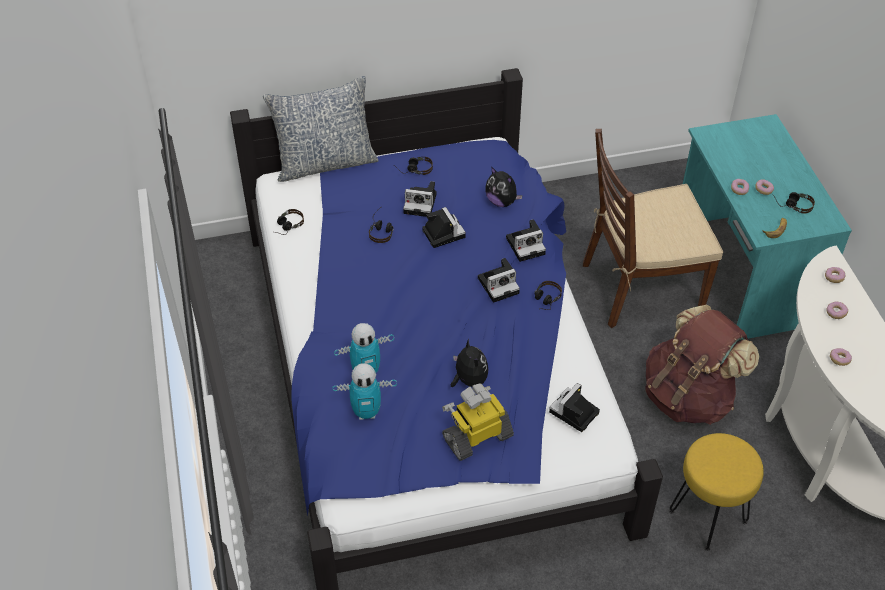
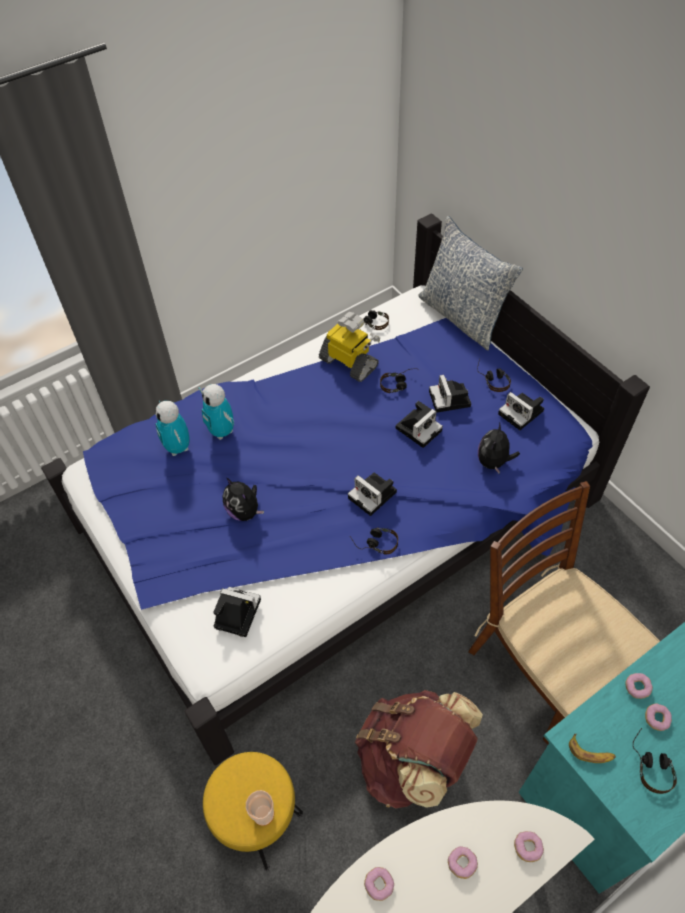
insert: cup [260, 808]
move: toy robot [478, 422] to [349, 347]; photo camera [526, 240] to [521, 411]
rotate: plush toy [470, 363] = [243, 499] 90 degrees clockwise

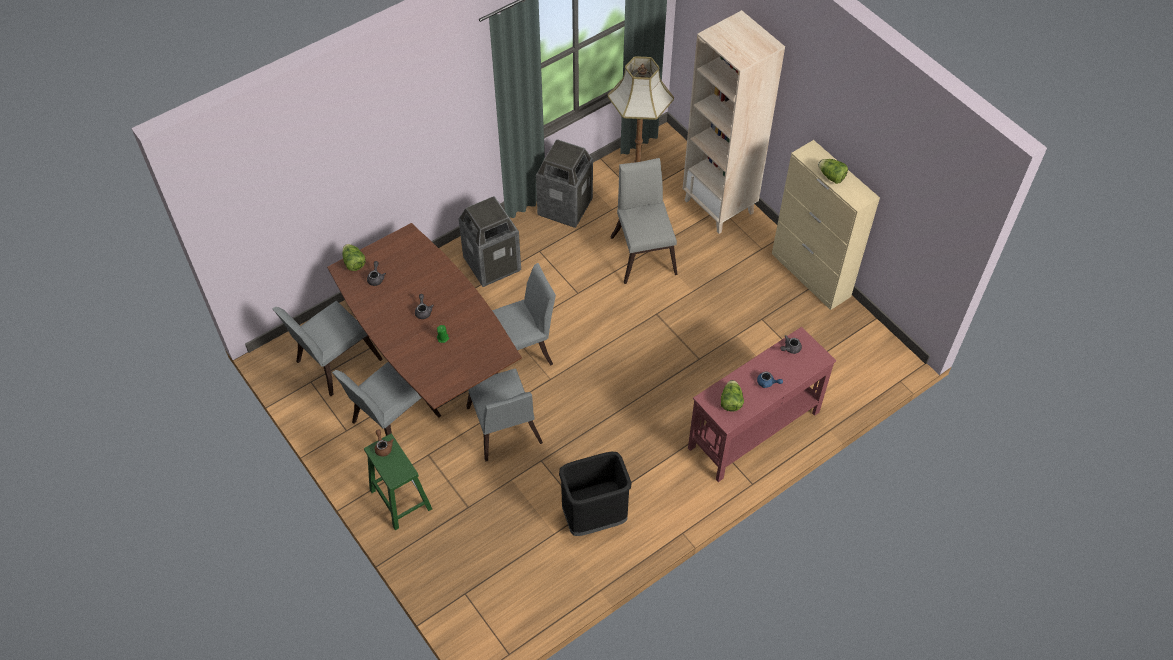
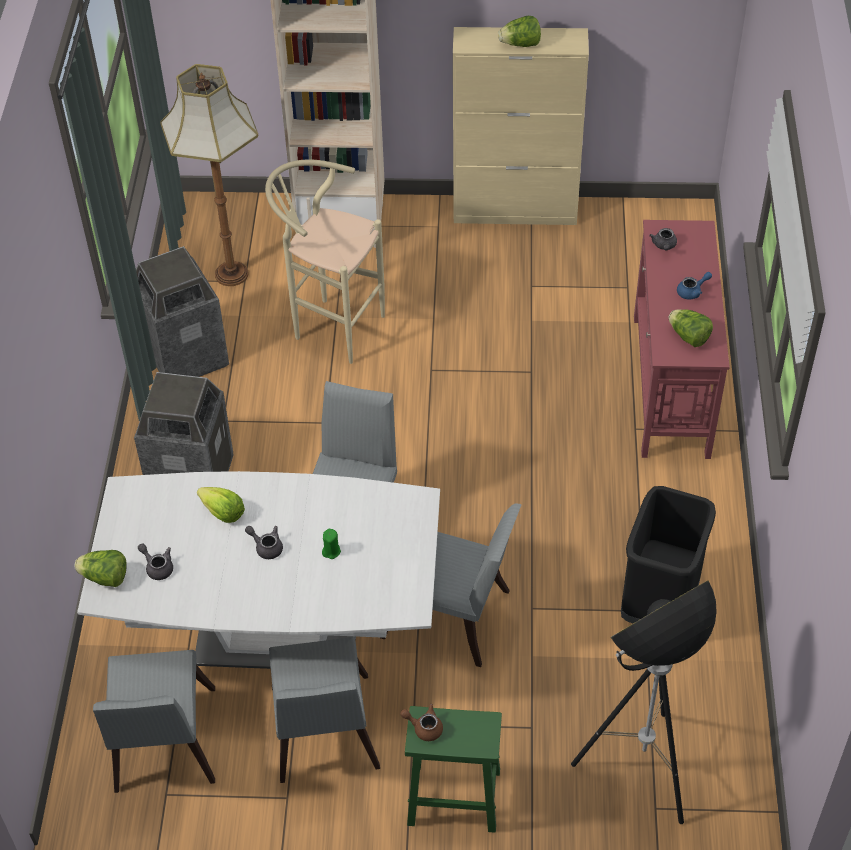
insert: lettuce [221, 505]; floor lamp [644, 702]
replace: chair (grey) [644, 221] to stool (beige) [325, 261]
recolor: dining table (brown) [424, 316] to dining table (white) [258, 570]

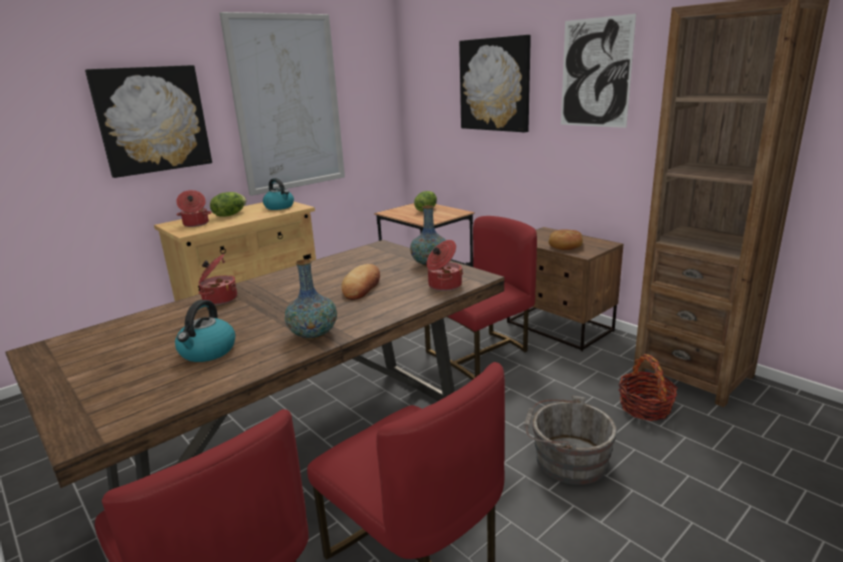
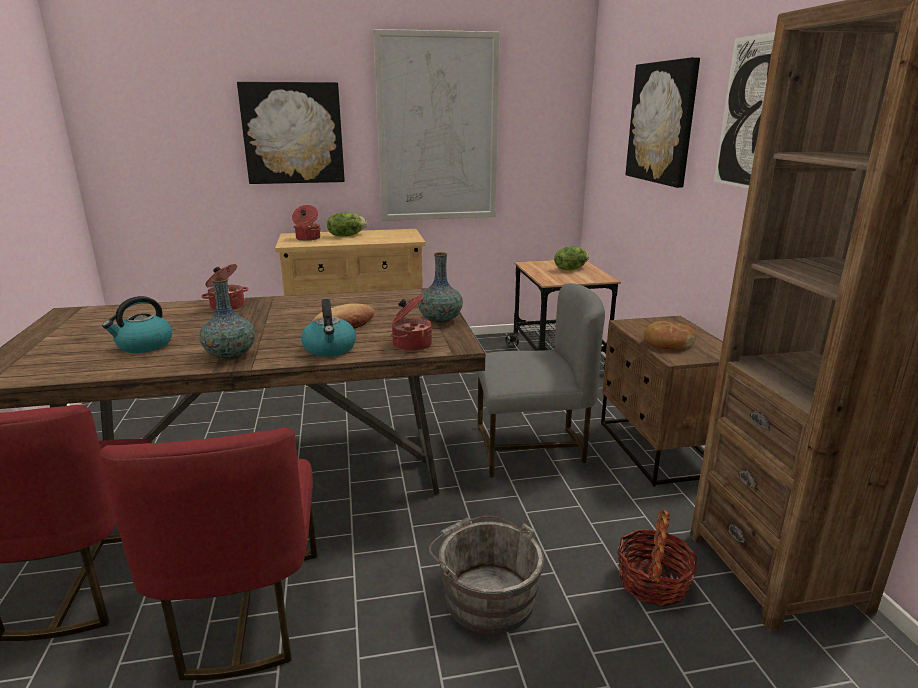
move: kettle [278, 194] to [328, 328]
recolor: chair (red) [481, 298] to chair (grey) [540, 380]

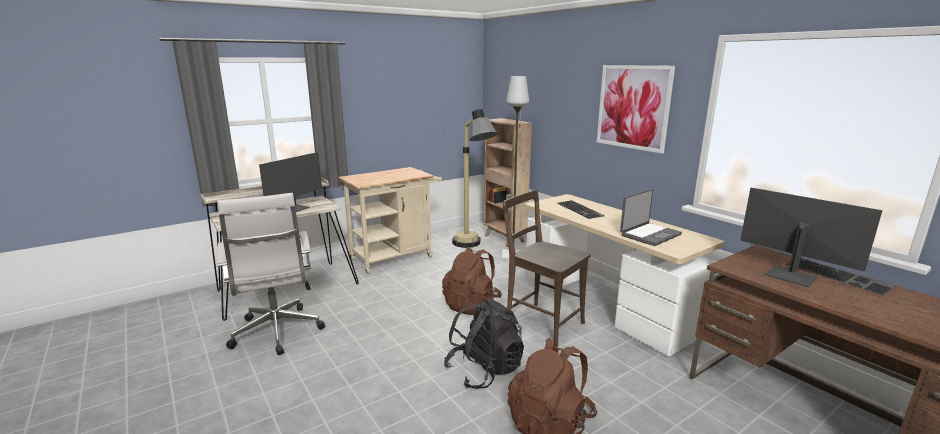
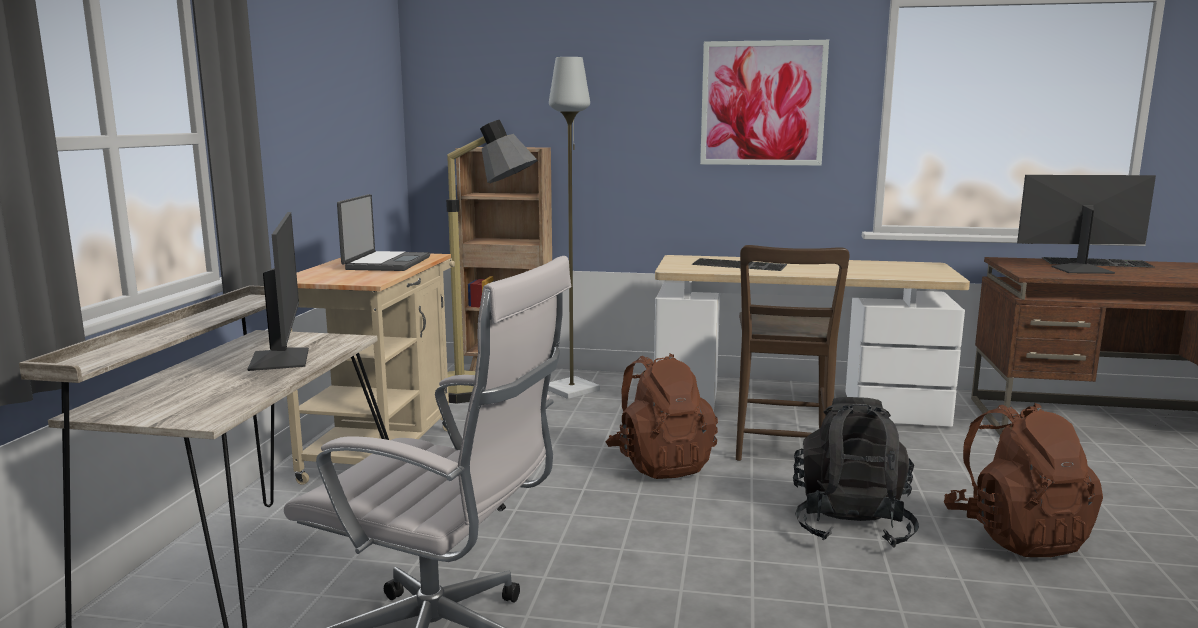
move: laptop [651, 217] to [383, 232]
rotate: chair (brown) [547, 268] = [793, 353] 75 degrees counterclockwise

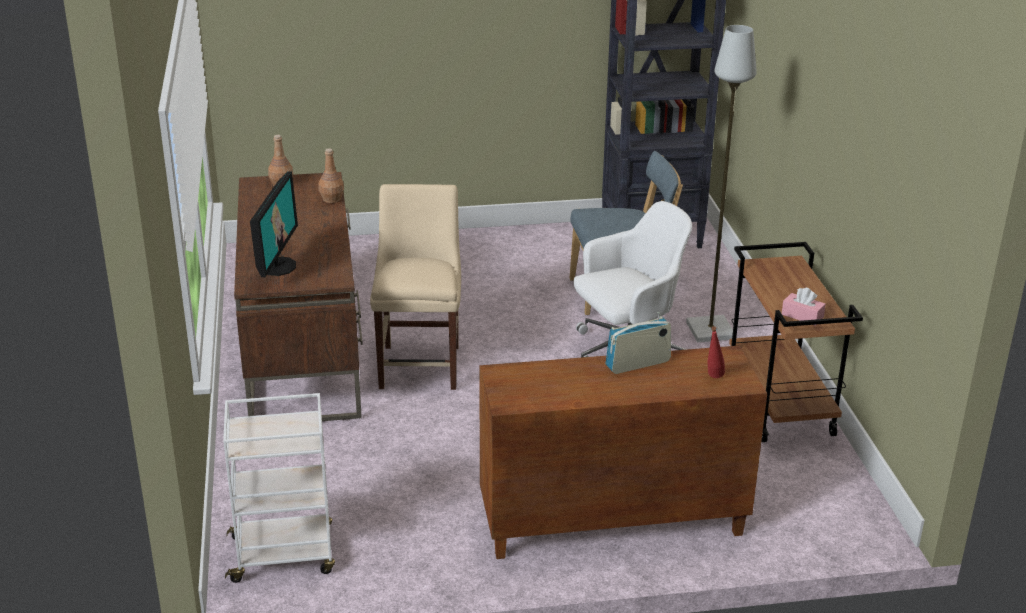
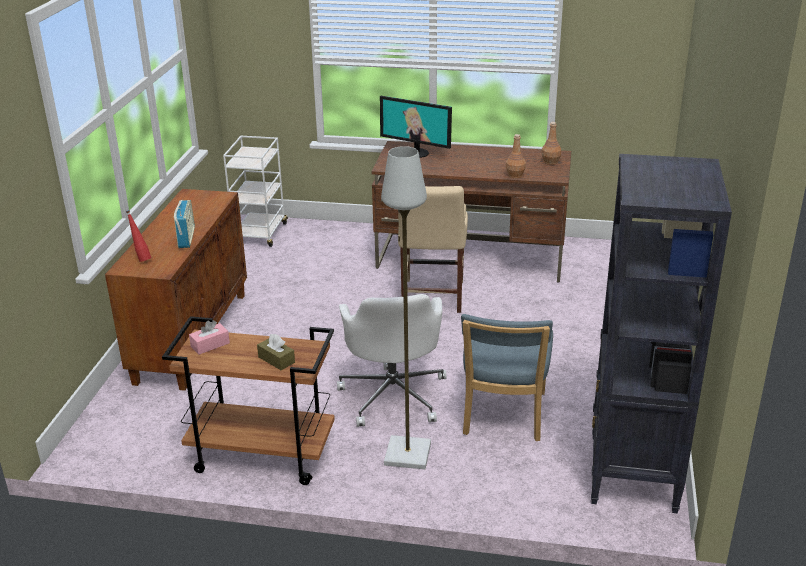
insert: tissue box (brown) [276, 352]
rotate: chair (beige) [415, 287] = [433, 249] 75 degrees clockwise

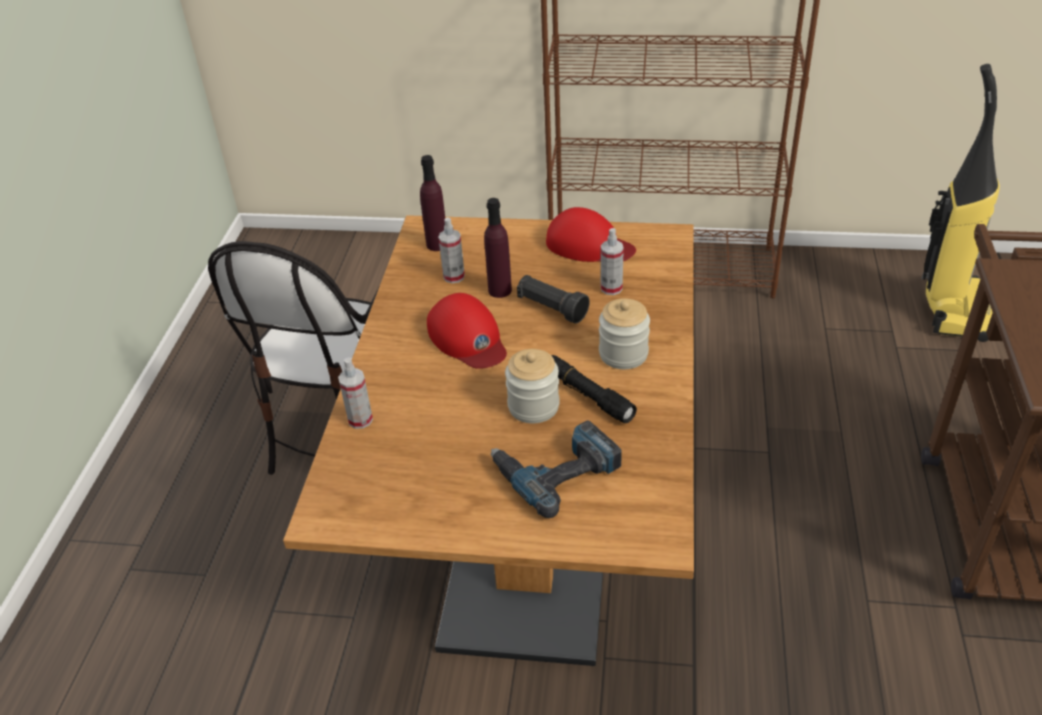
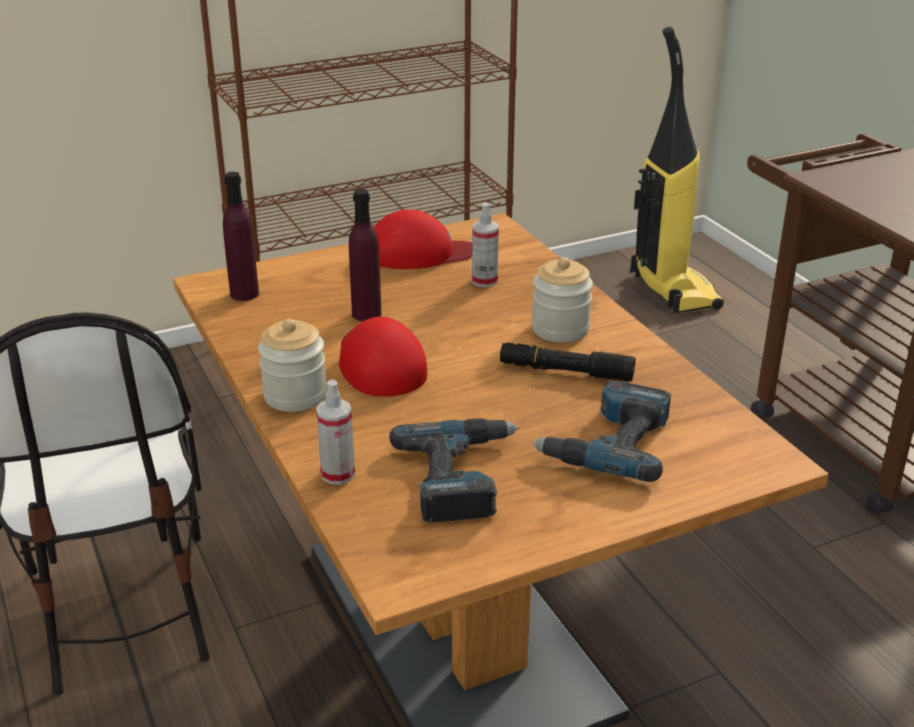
delete: spray bottle [451, 250]; flashlight (black) [553, 299]
insert: power drill [454, 470]
move: jar [532, 386] to [292, 365]
rotate: cap (red) [467, 331] = [383, 357] 135 degrees counterclockwise

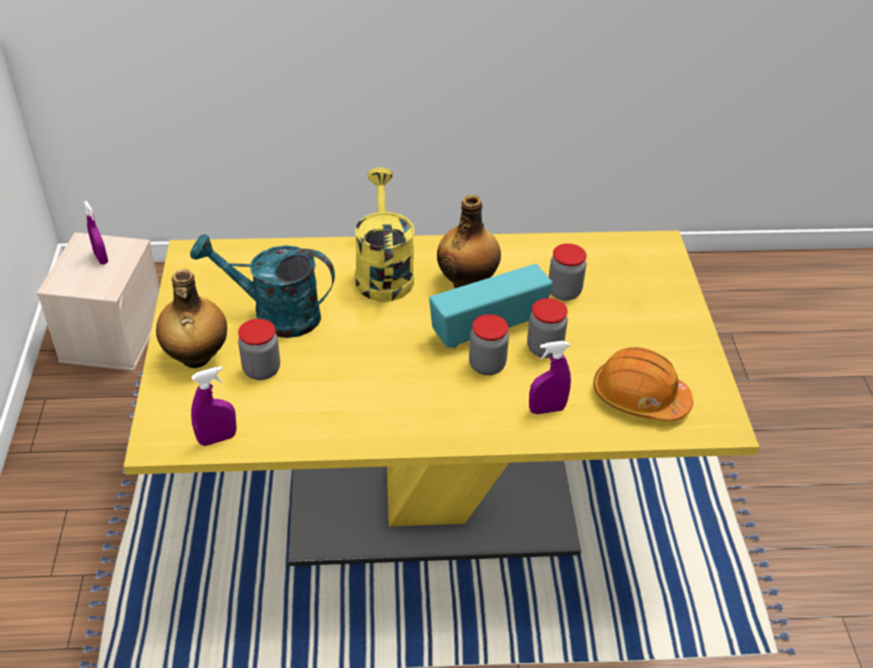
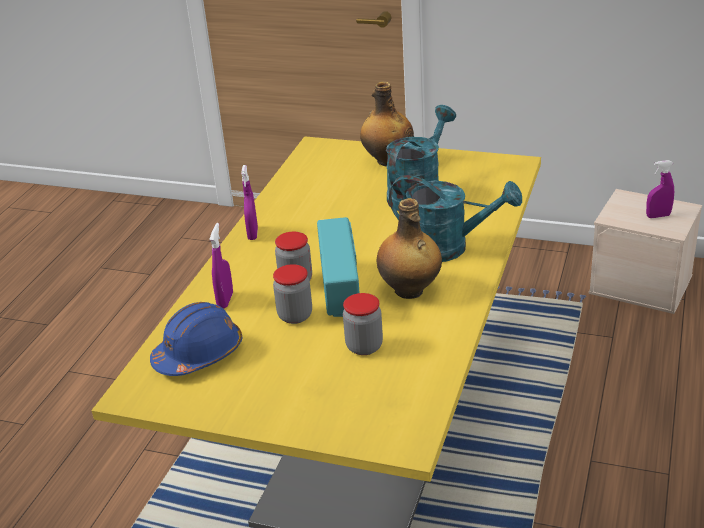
delete: jar [259, 349]
move: spray bottle (purple) [214, 406] to [249, 202]
recolor: hard hat (orange) [643, 384] to hard hat (blue) [196, 339]; watering can (yellow) [385, 235] to watering can (turquoise) [455, 218]

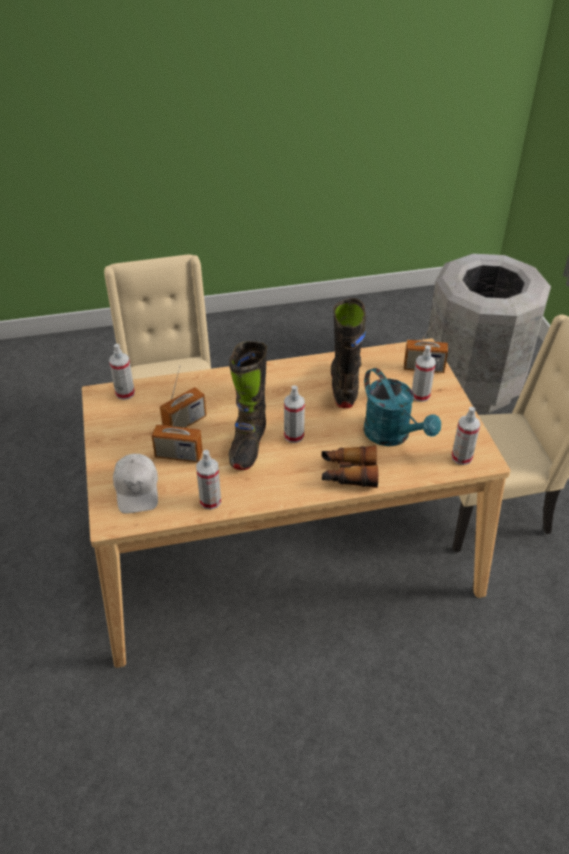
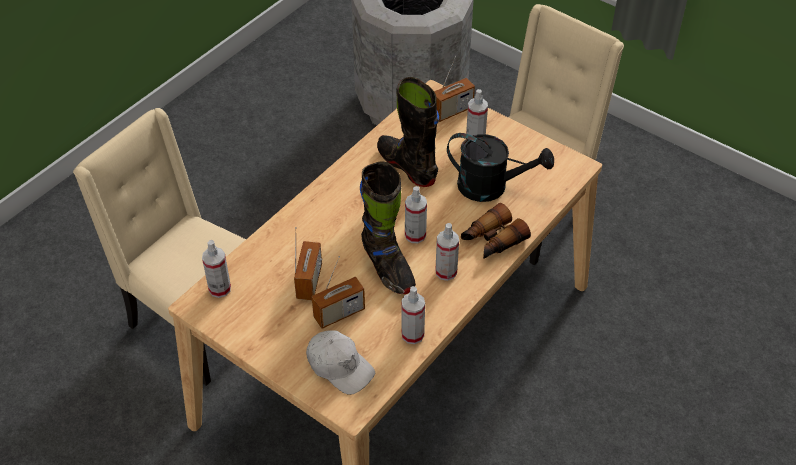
move: spray bottle [465, 436] to [447, 252]
recolor: watering can (turquoise) [402, 407] to watering can (black) [500, 167]

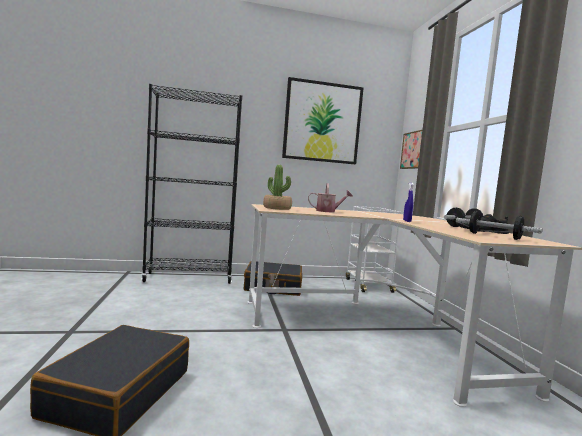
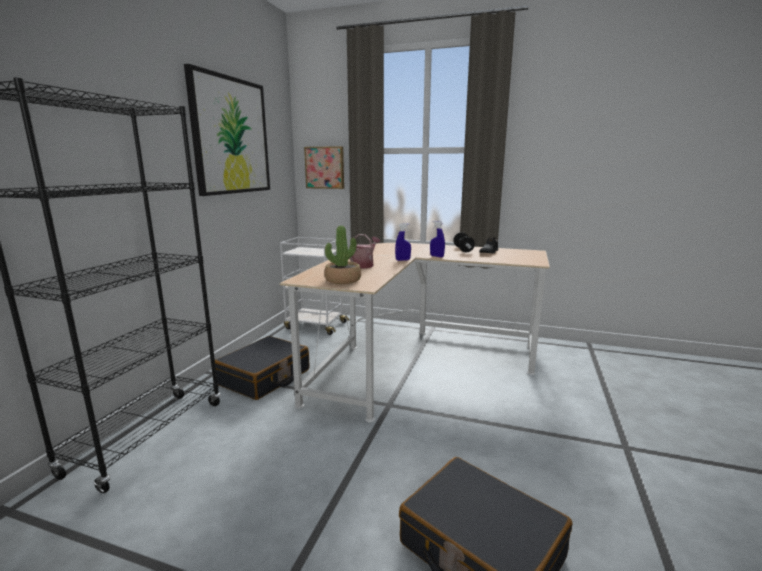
delete: dumbbell [499, 225]
insert: spray bottle (blue) [403, 242]

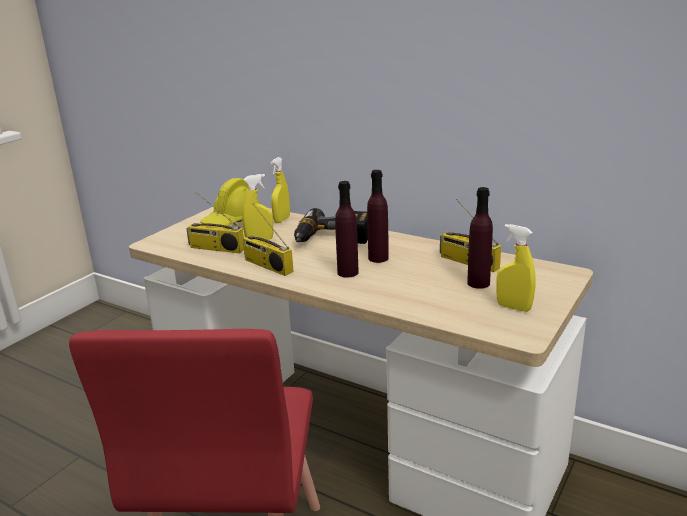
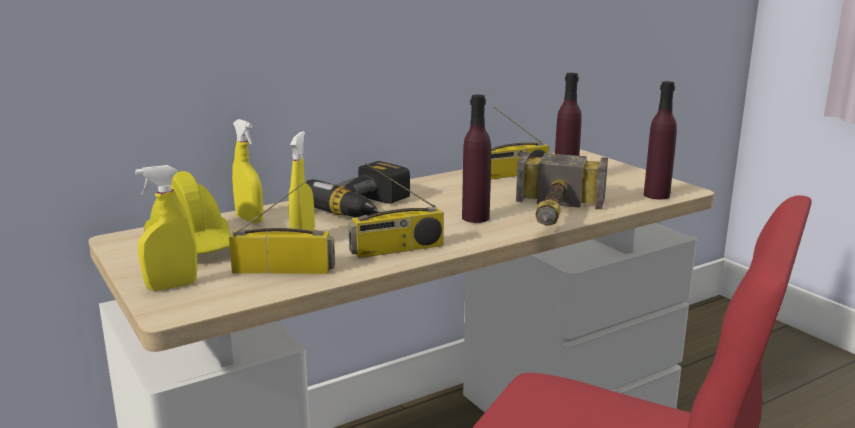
insert: hammer [562, 189]
move: spray bottle (yellow) [516, 268] to [166, 228]; bottle (purple) [378, 216] to [660, 140]
rotate: radio [215, 223] = [282, 226] 135 degrees counterclockwise

